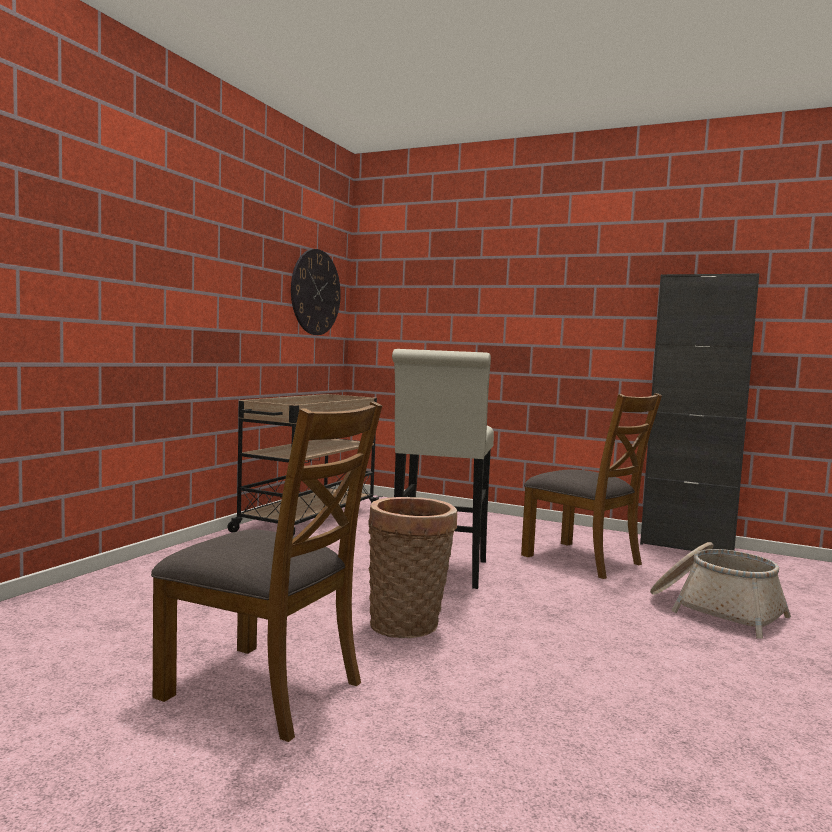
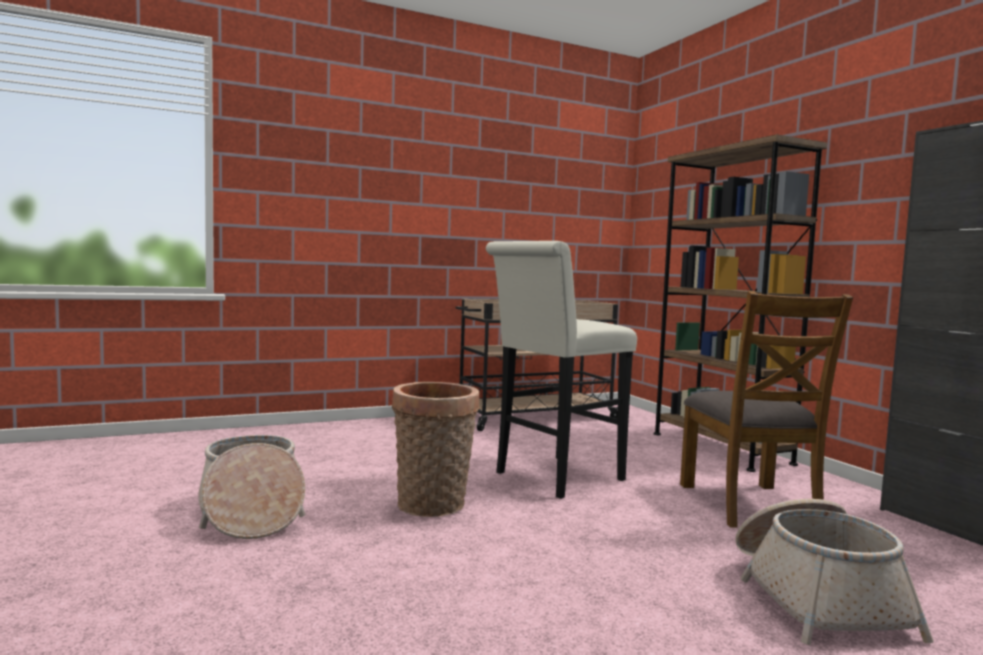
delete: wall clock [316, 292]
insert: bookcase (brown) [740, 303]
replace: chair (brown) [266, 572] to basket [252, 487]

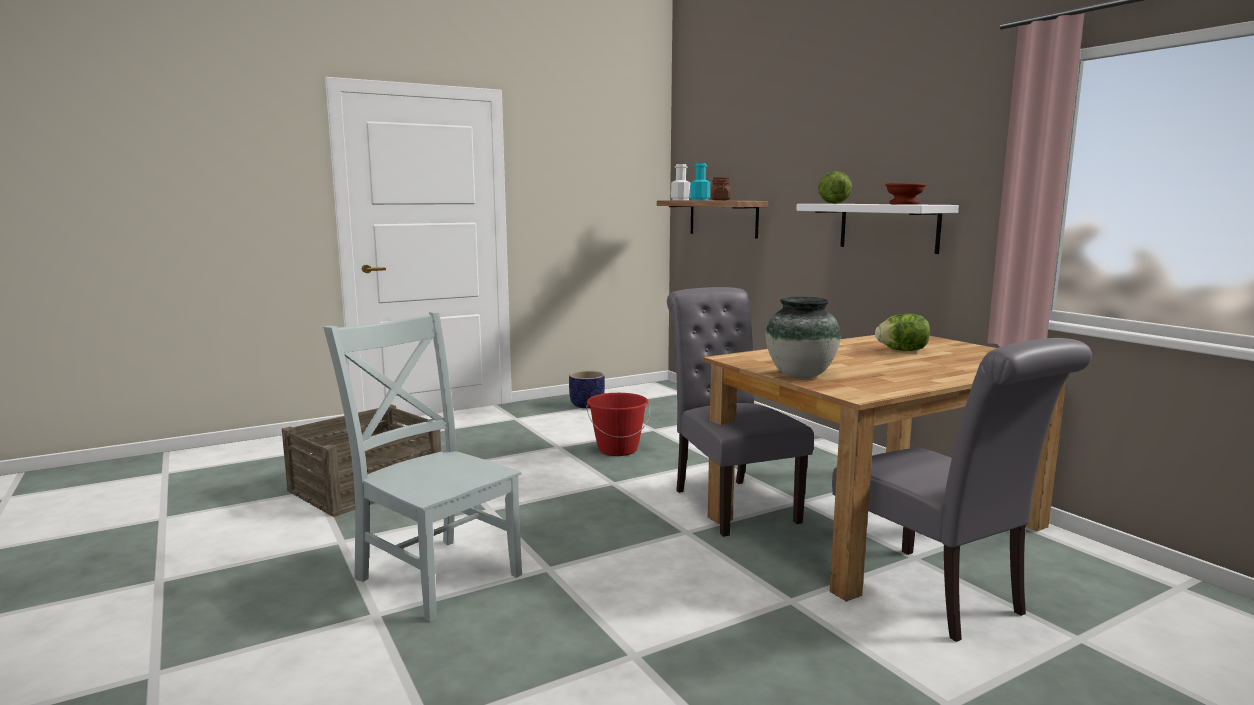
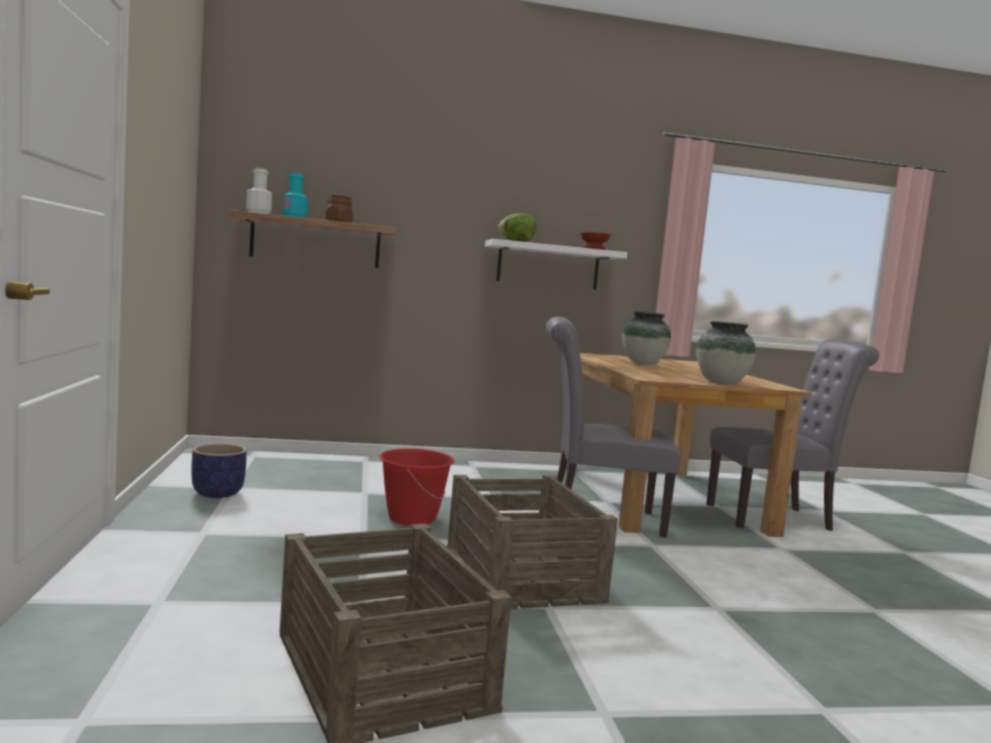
delete: chair (grey) [422, 466]
insert: crate [532, 542]
replace: lettuce [902, 332] to vase [646, 337]

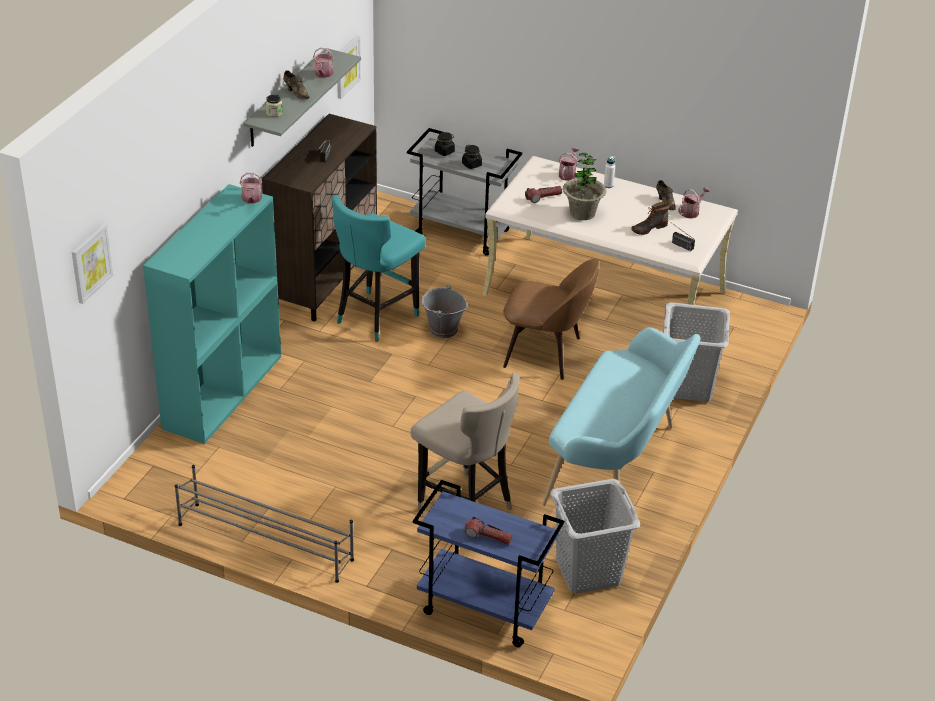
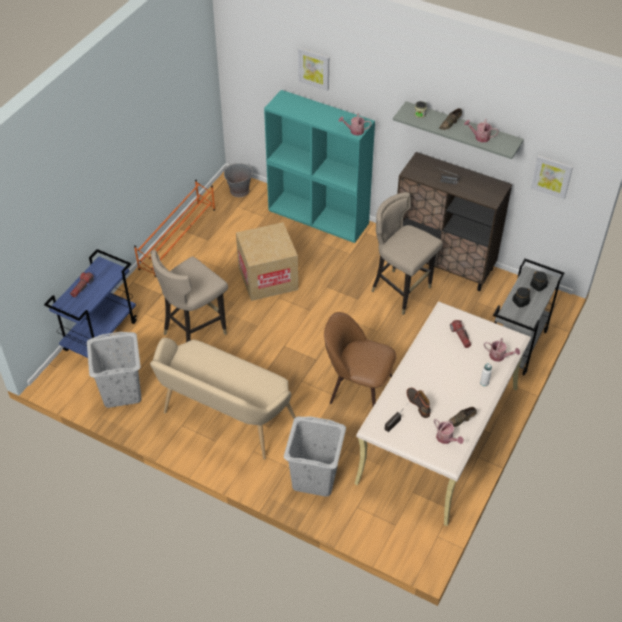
delete: potted plant [584, 186]
insert: cardboard box [267, 261]
move: bucket (grey) [444, 311] to [239, 180]; picture [92, 264] to [313, 69]
recolor: shoe rack (grey) [264, 524] to shoe rack (orange) [174, 228]; bench (turquoise) [621, 416] to bench (beige) [223, 399]; stool (turquoise) [379, 268] to stool (beige) [407, 253]
rotate: chair (brown) [551, 319] = [360, 359] 90 degrees clockwise

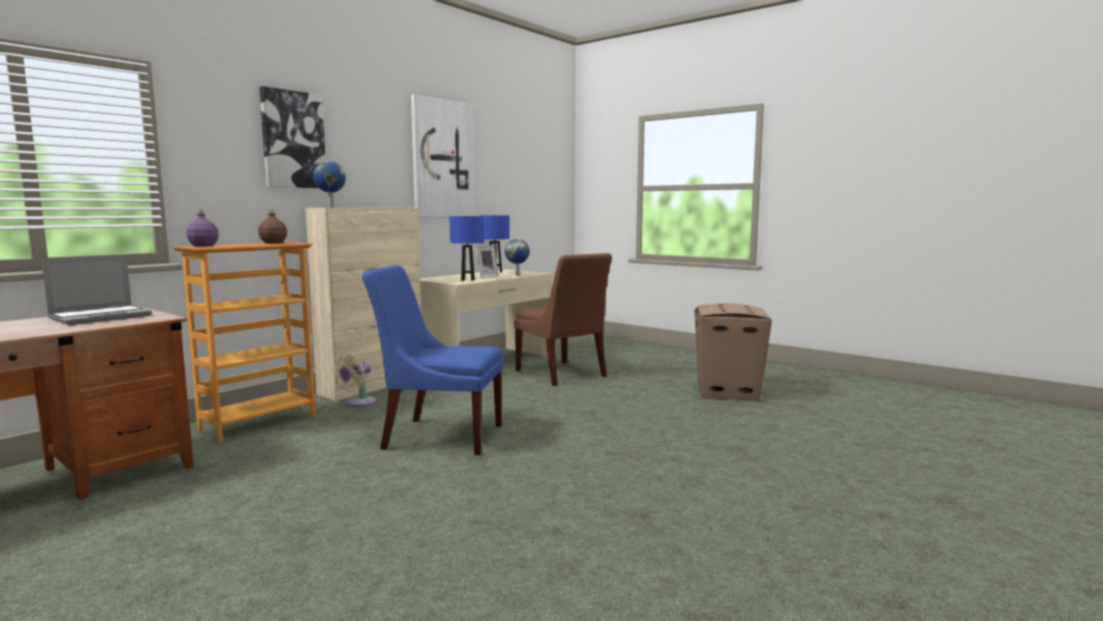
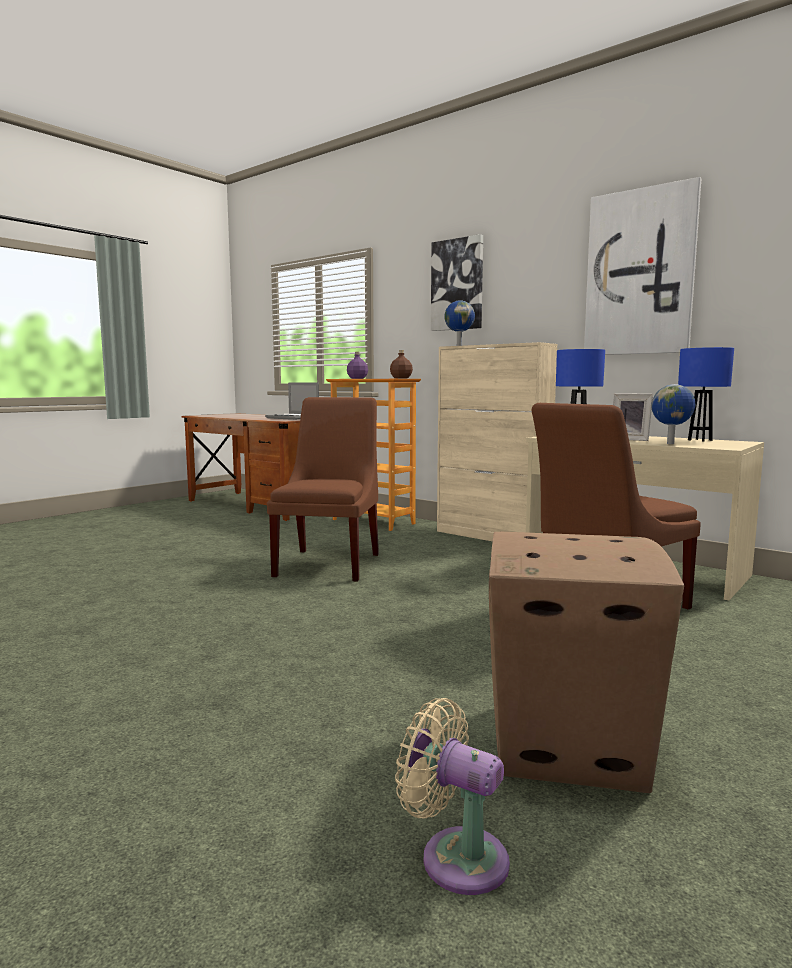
move: fan (beige) [355, 380] to [452, 796]
recolor: chair (blue) [432, 360] to chair (brown) [323, 489]

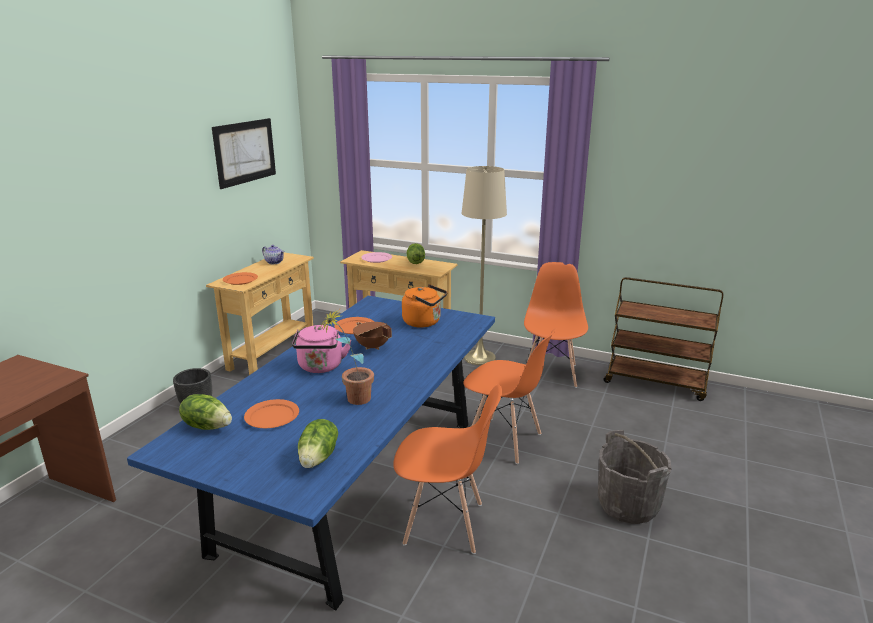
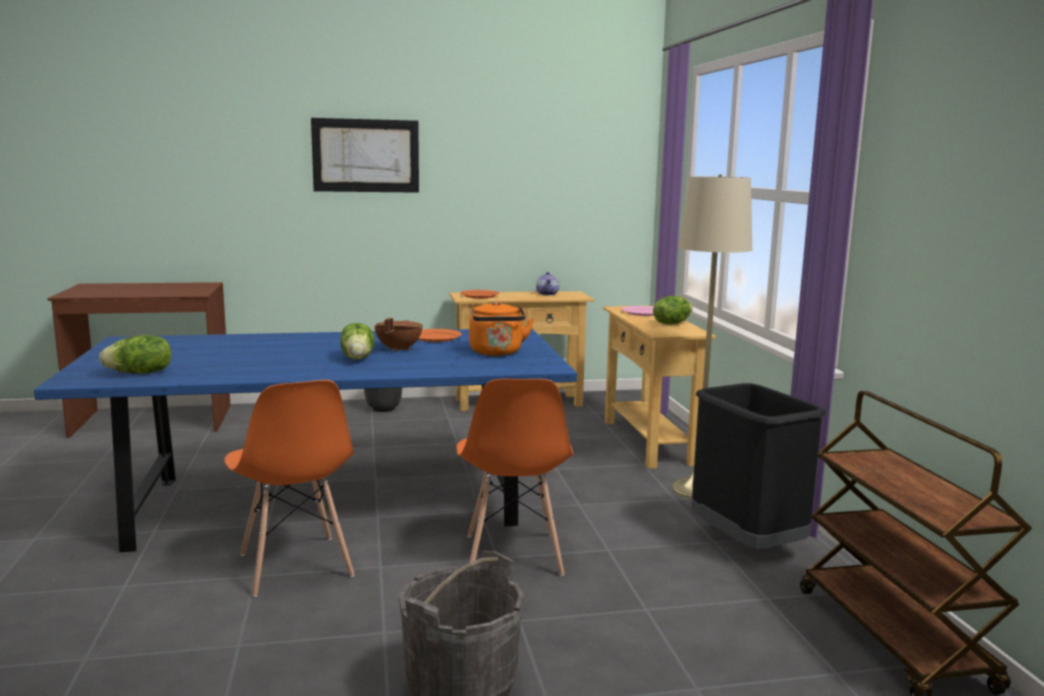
delete: plate (orange) [271, 413]; kettle (pink) [321, 349]; potted plant [347, 357]
move: picture [244, 153] to [365, 155]; lettuce [205, 412] to [357, 341]
replace: chair (orange) [556, 325] to trash can (black) [758, 466]

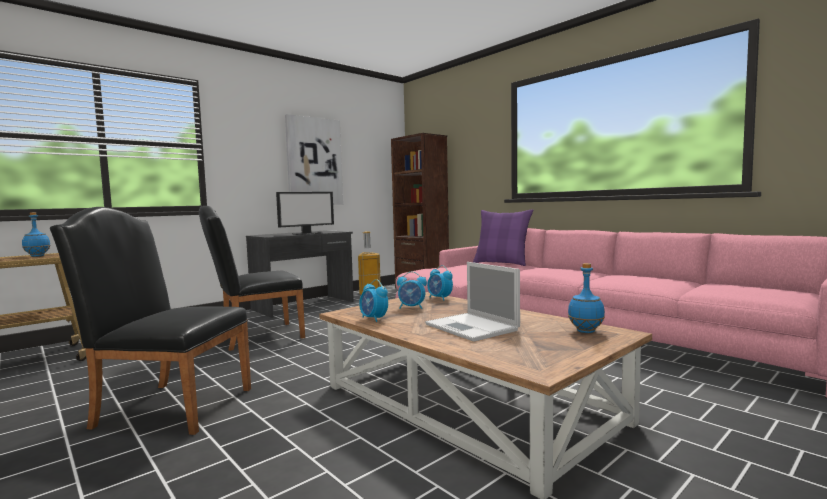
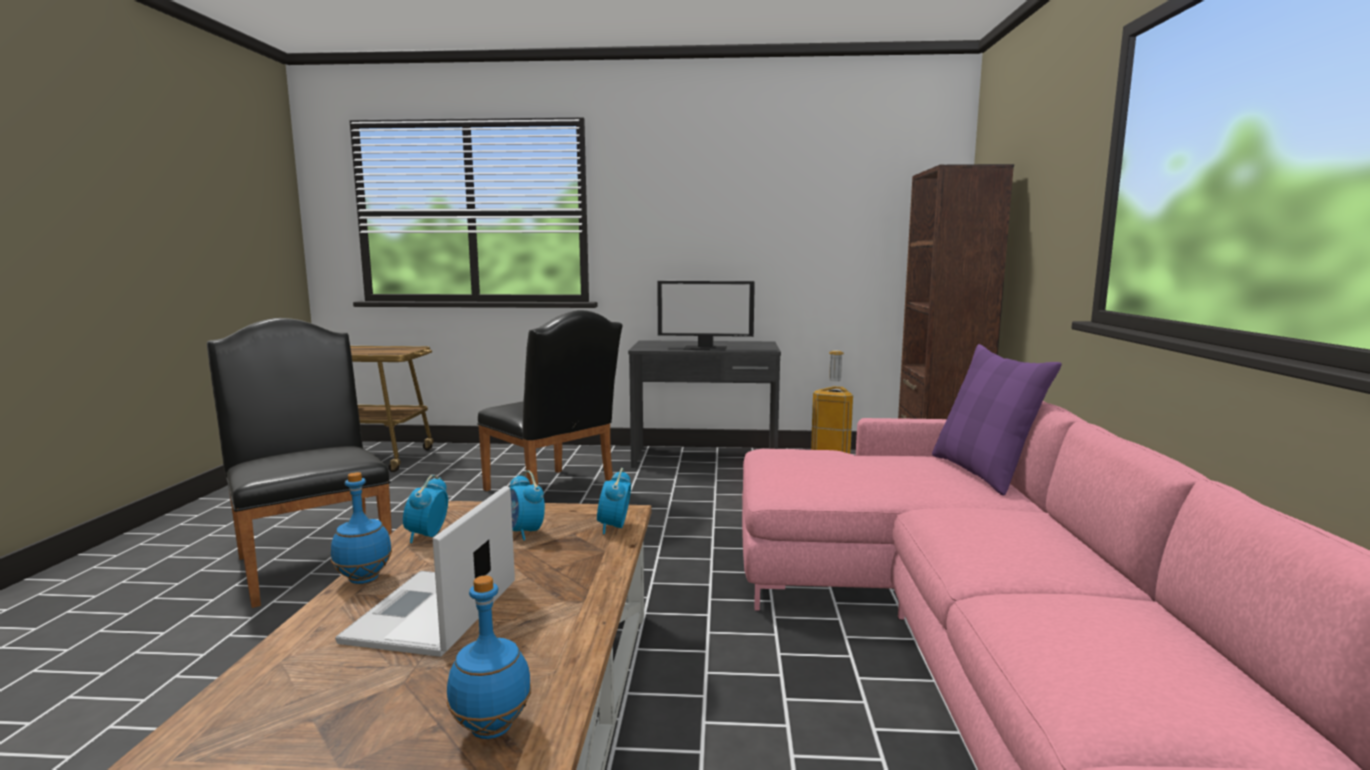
delete: picture [314, 159]
move: bottle (blue) [36, 234] to [361, 528]
rotate: chair (black) [252, 278] = [549, 400] 150 degrees counterclockwise

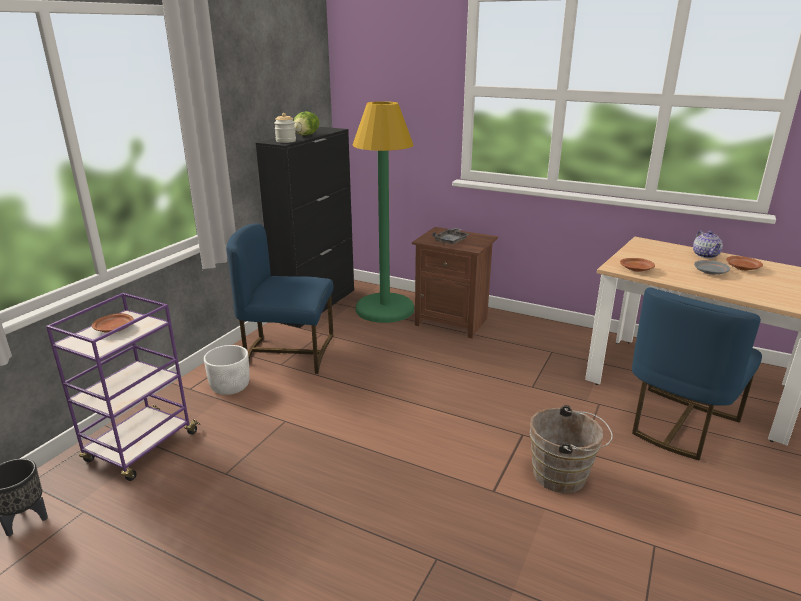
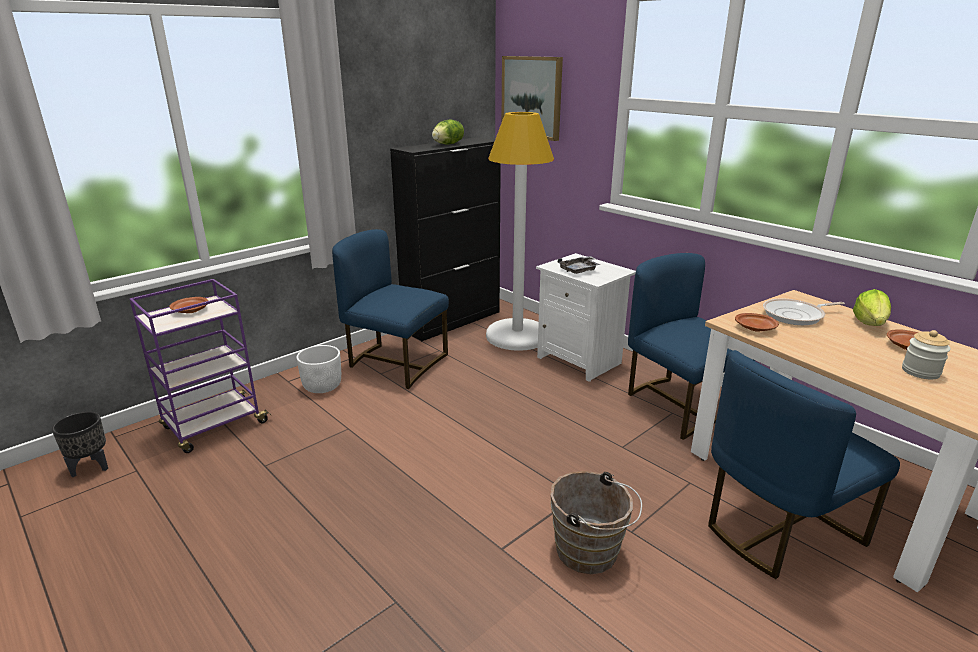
delete: plate (grey) [712, 267]
insert: picture [532, 98]; chair (blue) [691, 346]; frying pan [804, 311]
move: jar [285, 128] to [926, 354]
replace: teapot [708, 244] to lettuce [872, 307]
recolor: floor lamp (green) [383, 212] to floor lamp (white) [520, 231]; nightstand (brown) [455, 282] to nightstand (white) [586, 317]

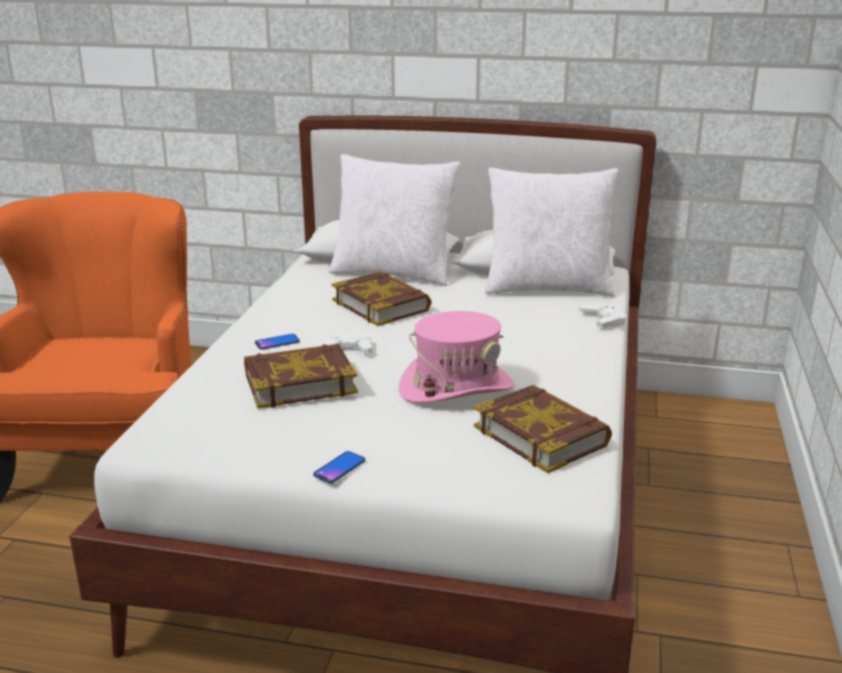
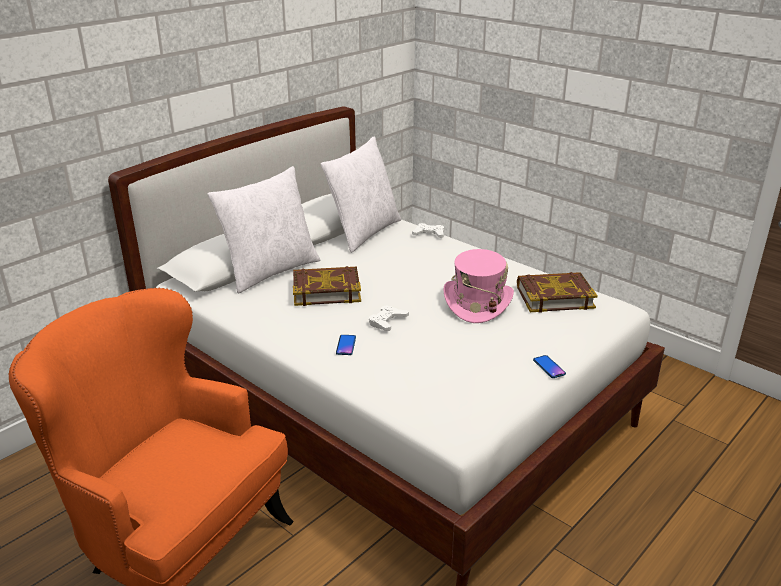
delete: book [301, 376]

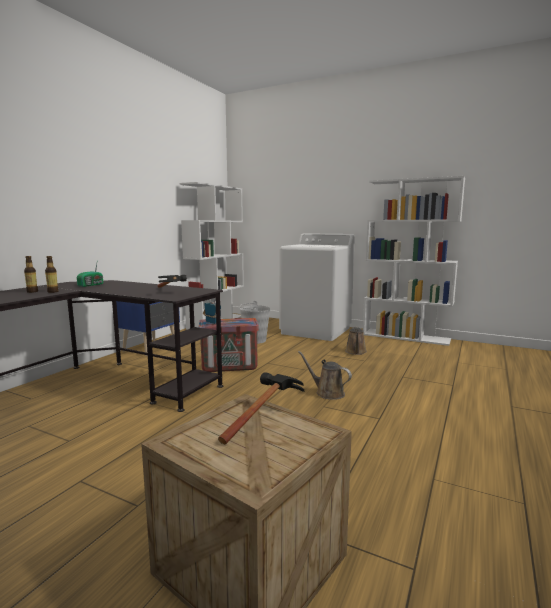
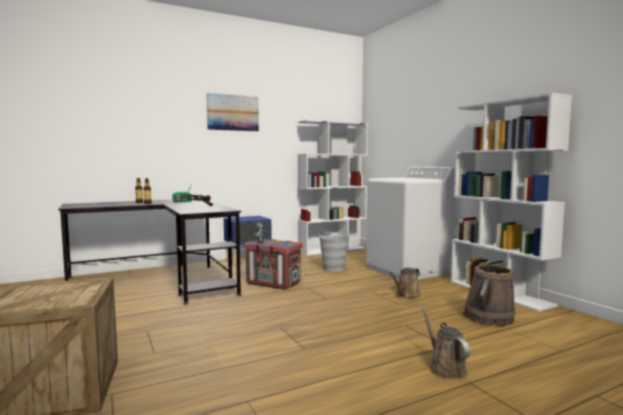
delete: hammer [261, 408]
insert: picture [233, 112]; bucket (brown) [489, 295]
move: watering can (brown) [325, 375] to [445, 342]

